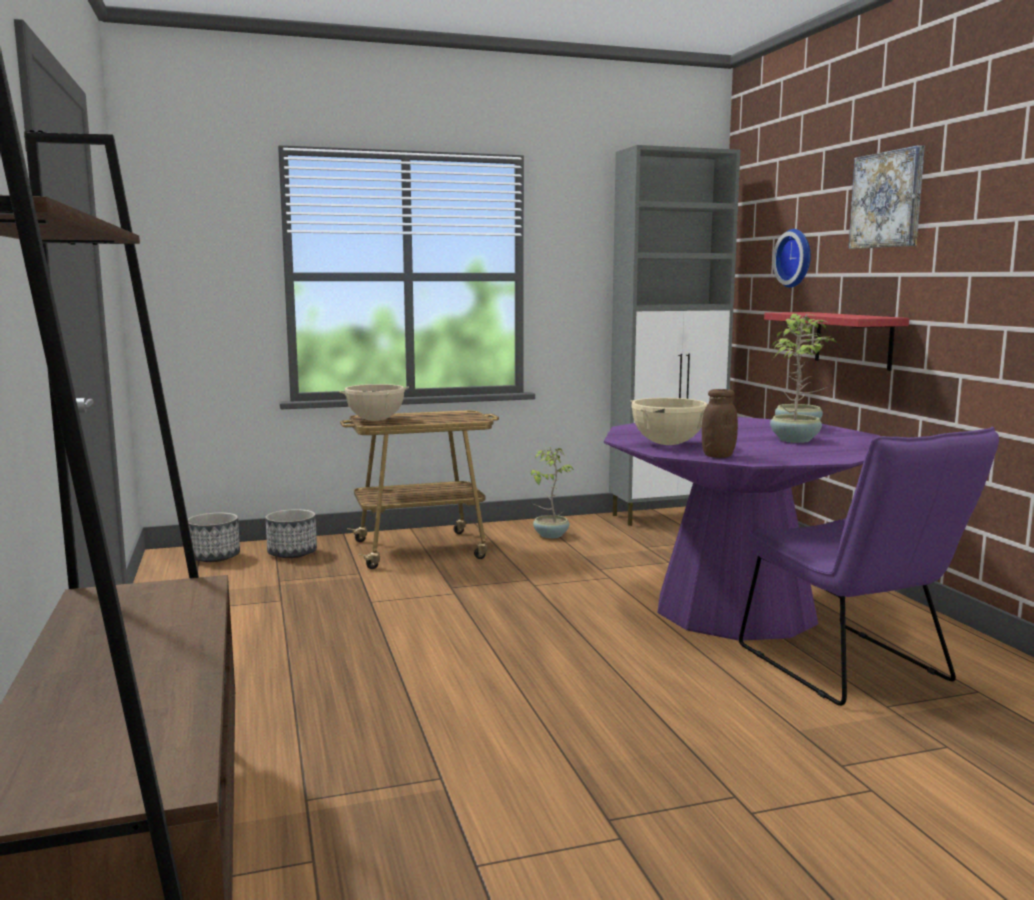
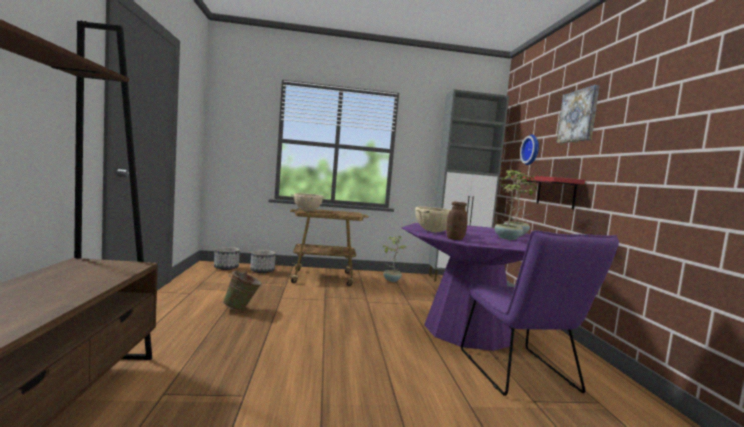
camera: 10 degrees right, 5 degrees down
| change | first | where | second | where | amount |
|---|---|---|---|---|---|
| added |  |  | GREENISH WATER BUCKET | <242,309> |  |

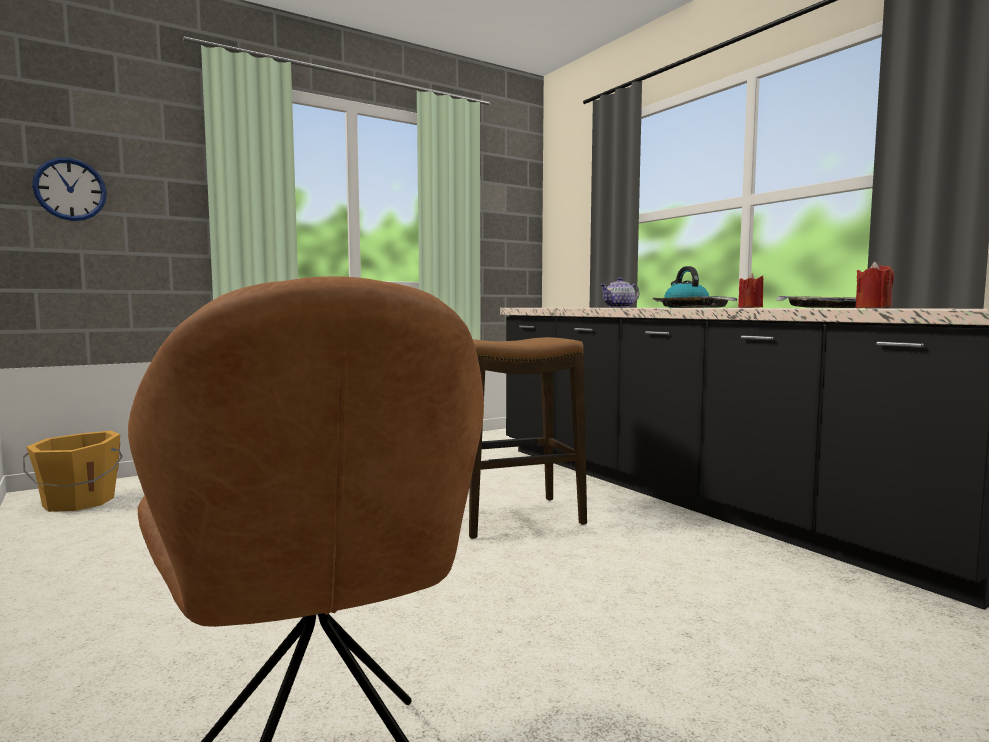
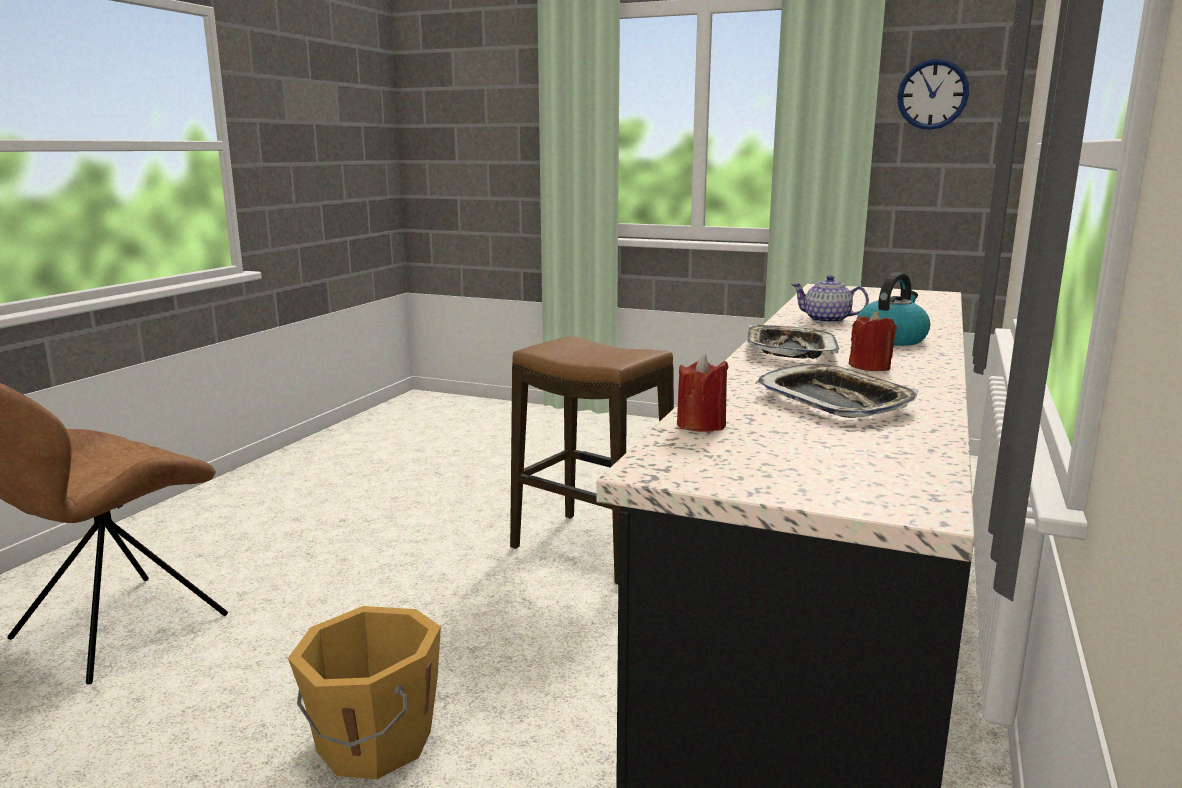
camera: 55 degrees right, 10 degrees up
| change | first | where | second | where | amount |
|---|---|---|---|---|---|
| moved | HANGING CLOCK | <70,189> |  | <932,94> |  |
| moved | ORANGE WATER BUCKET | <78,502> |  | <372,742> |  |

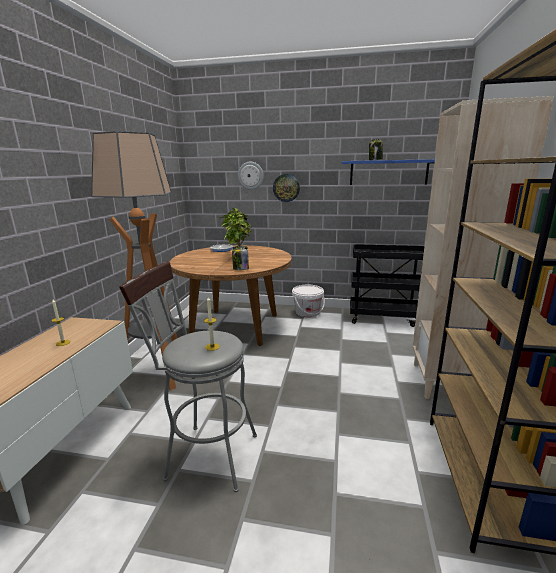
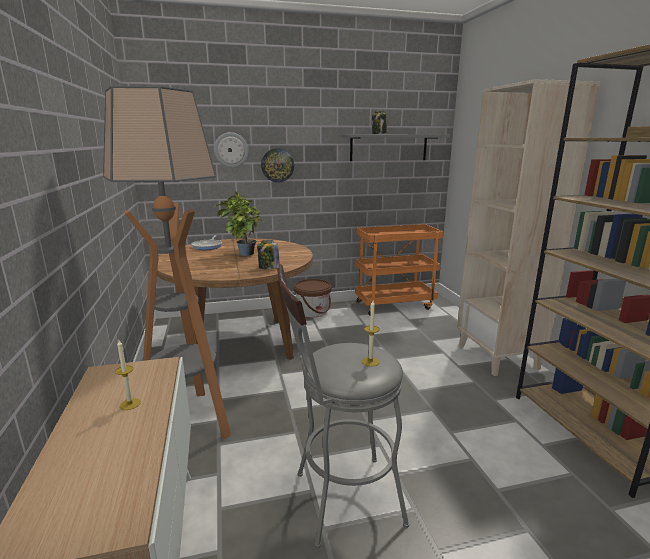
camera: 25 degrees left, 0 degrees up
| change | first | where | second | where | amount |
|---|---|---|---|---|---|
| recoloured | BLUE WALL SHELF | <388,172> | GRAY WALL SHELF | <388,147> |  |
| recoloured | BLACK-COLOURED WHEELED CART | <384,318> | ORANGE WHEELED CART | <394,305> |  |
| recoloured | WHITISH WATER BUCKET | <307,312> | BROWNISH WATER BUCKET | <312,312> |  |

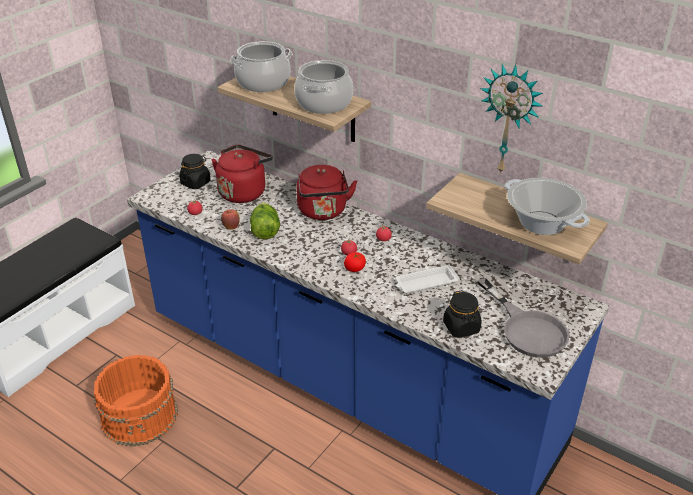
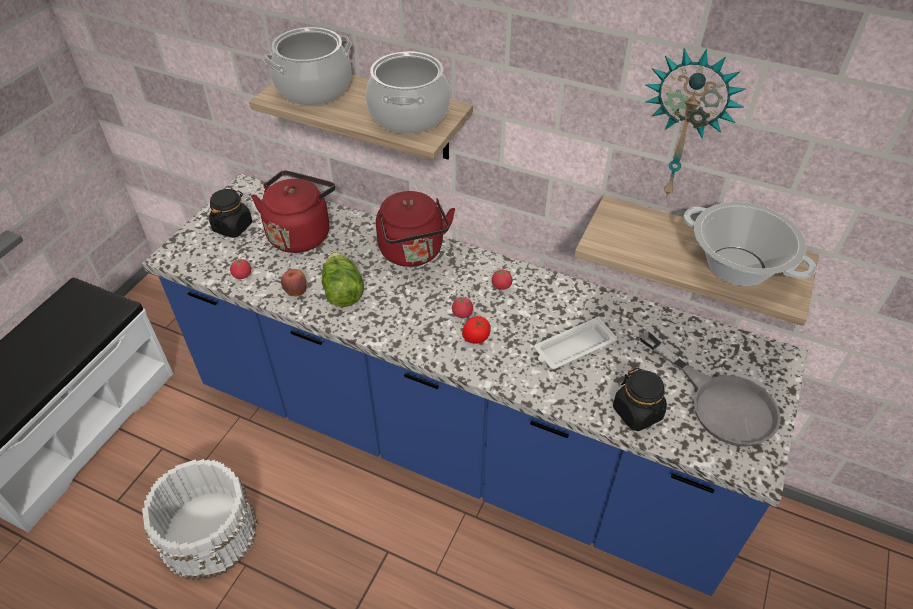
camera: 10 degrees left, 10 degrees up
| change | first | where | second | where | amount |
|---|---|---|---|---|---|
| recoloured | ORANGE WATER BUCKET | <140,415> | WHITISH WATER BUCKET | <209,532> |  |

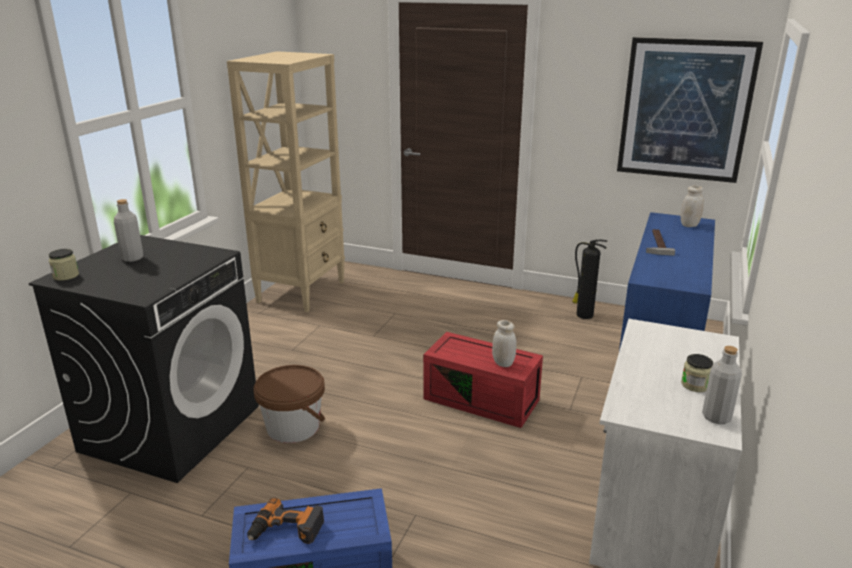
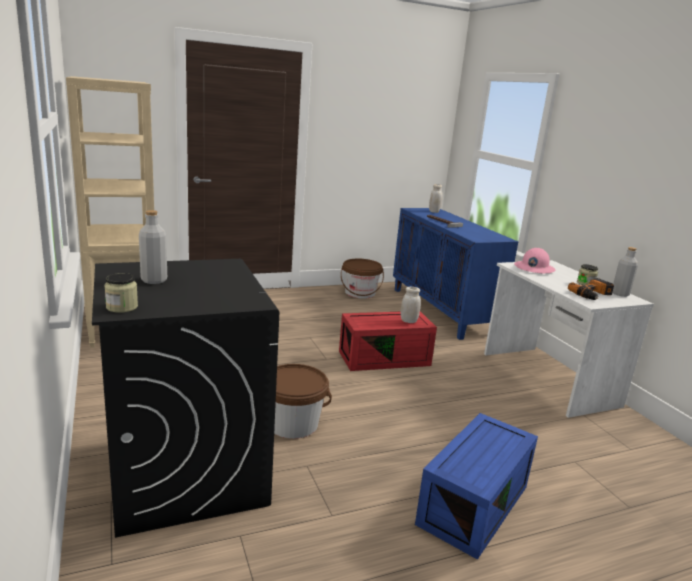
camera: 45 degrees left, 5 degrees down
| change | first | where | second | where | amount |
|---|---|---|---|---|---|
| removed | WALL ART | <685,110> |  |  |  |
| replaced | FIRE-FIGHTING CYLINDER | <583,315> | BROWNISH WATER BUCKET | <360,293> |  |
| moved | POWER DRILL | <286,530> |  | <593,295> |  |
| added |  |  | PINKISH WORK HELMET | <533,268> |  |

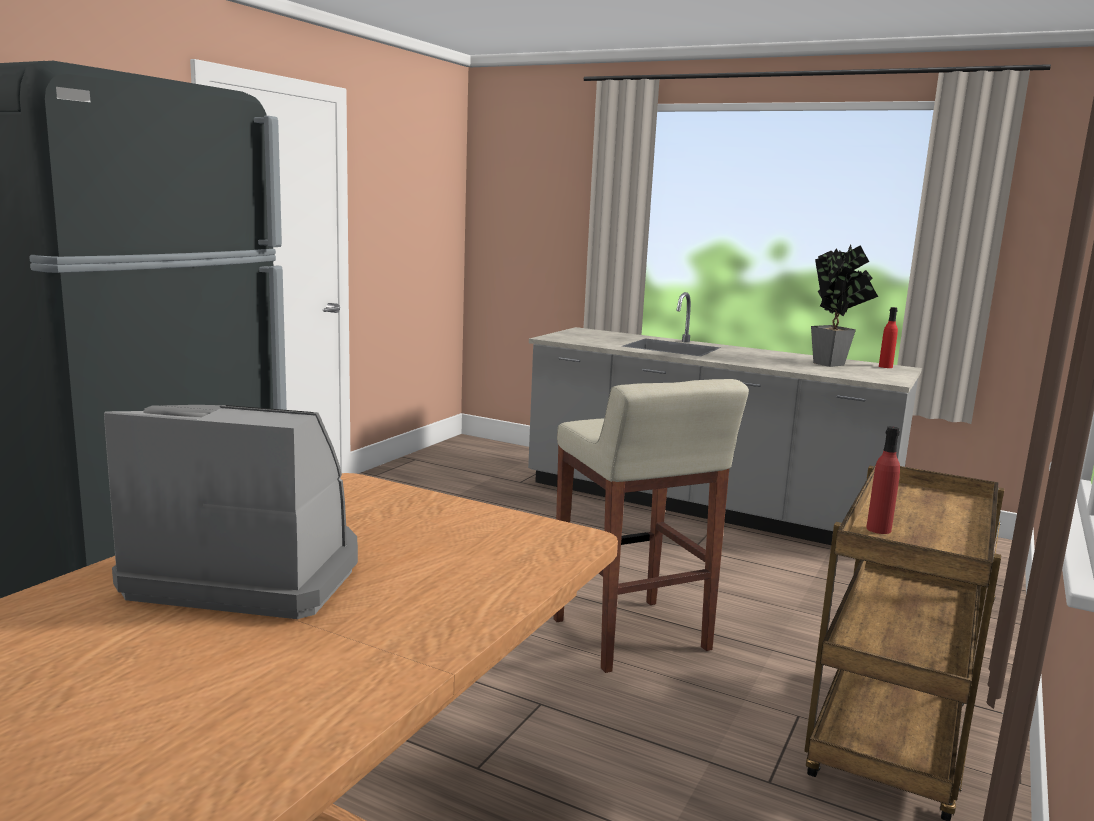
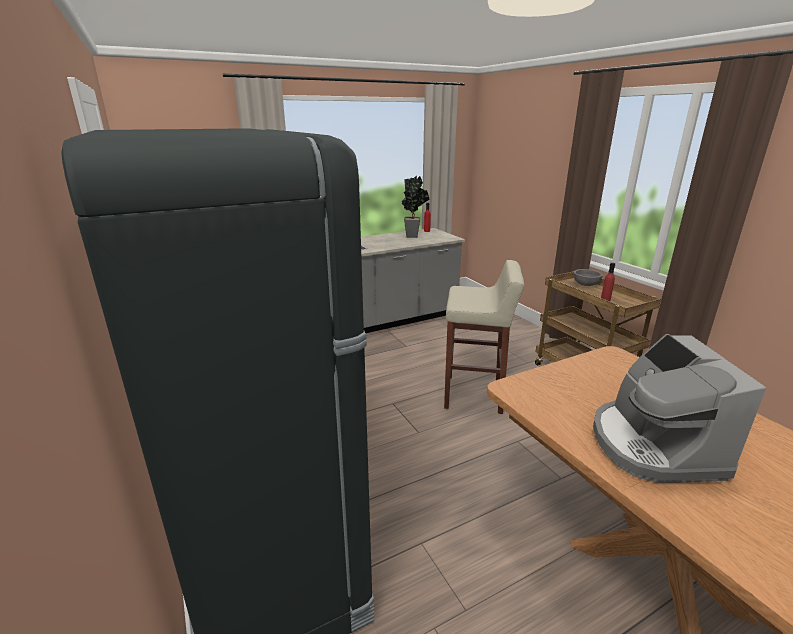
camera: 55 degrees left, 10 degrees up
| change | first | where | second | where | amount |
|---|---|---|---|---|---|
| turned | COFFEE MAKER | <249,573> |  | <653,445> | 45 degrees counterclockwise |
| added |  |  | GRAY BOWL | <585,284> |  |

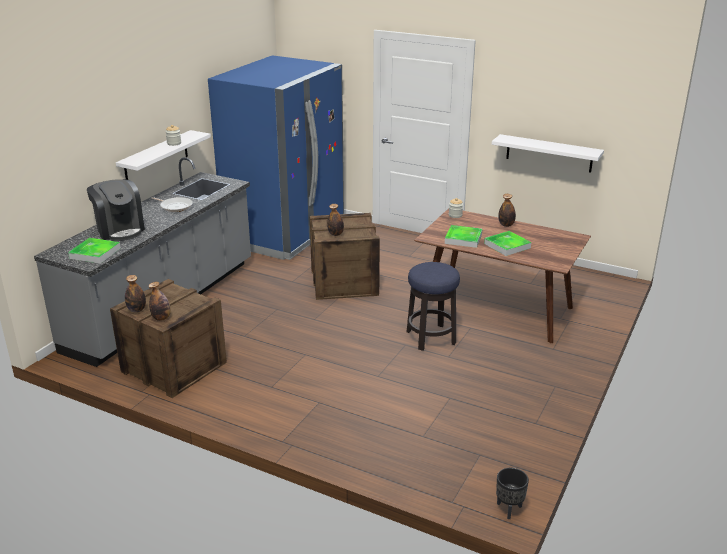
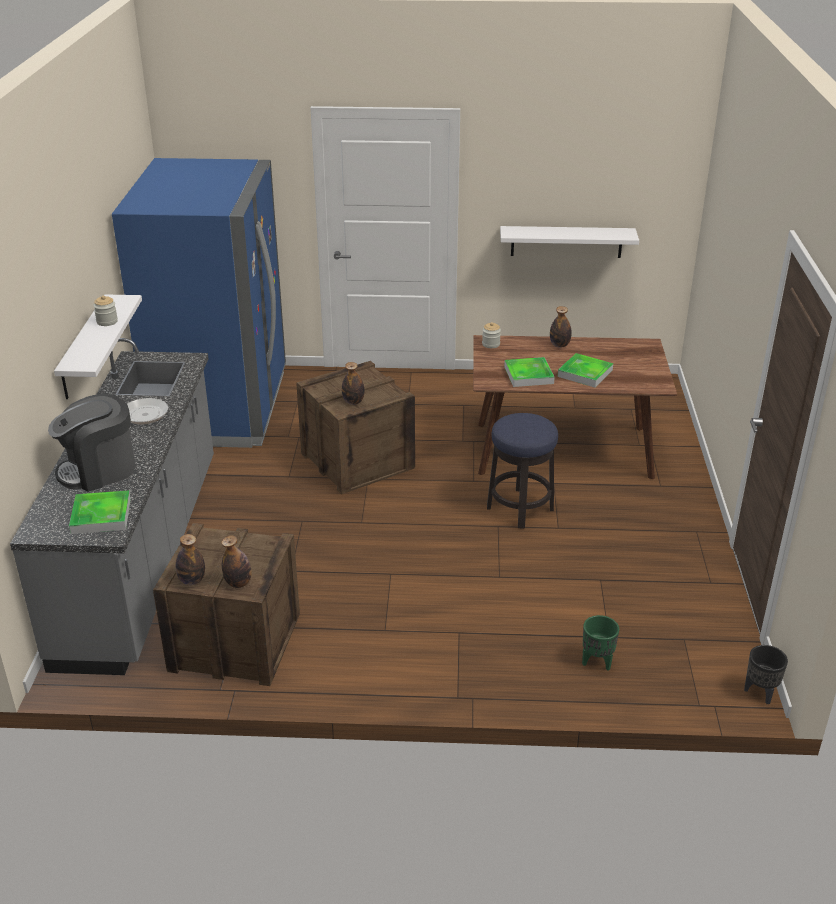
camera: 25 degrees left, 5 degrees up
| change | first | where | second | where | amount |
|---|---|---|---|---|---|
| turned | COFFEE MAKER | <120,230> |  | <99,470> | 120 degrees clockwise |
| added |  |  | GREENISH PLANT POT | <597,662> |  |

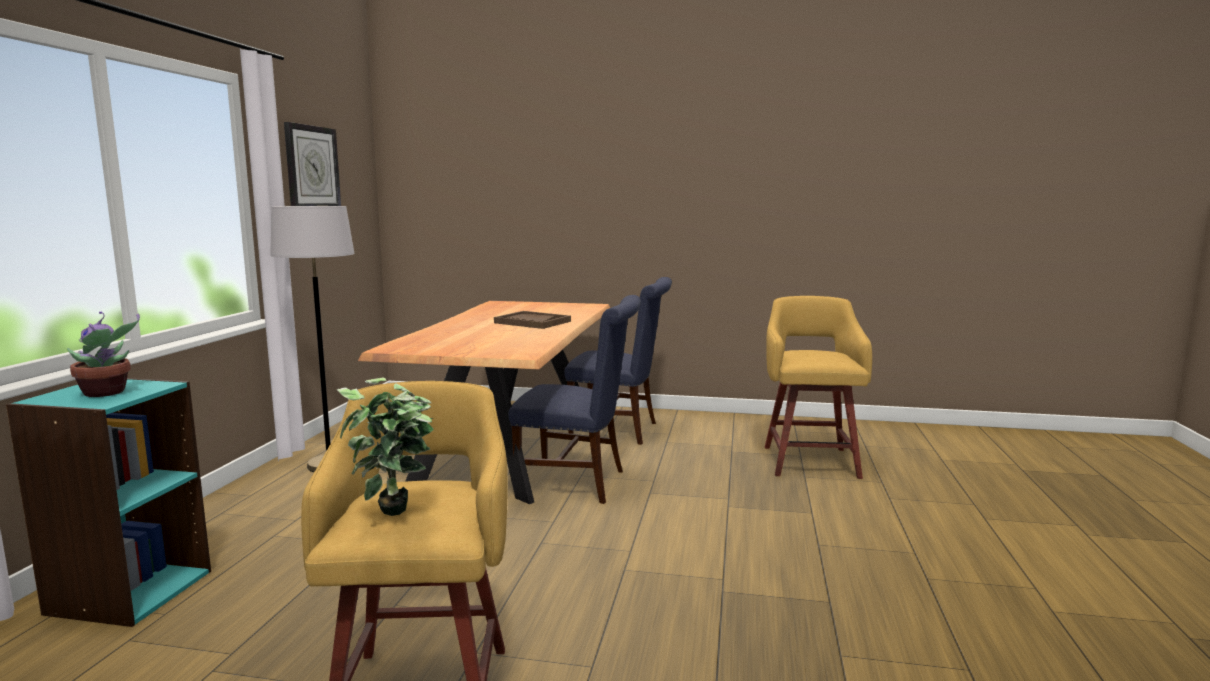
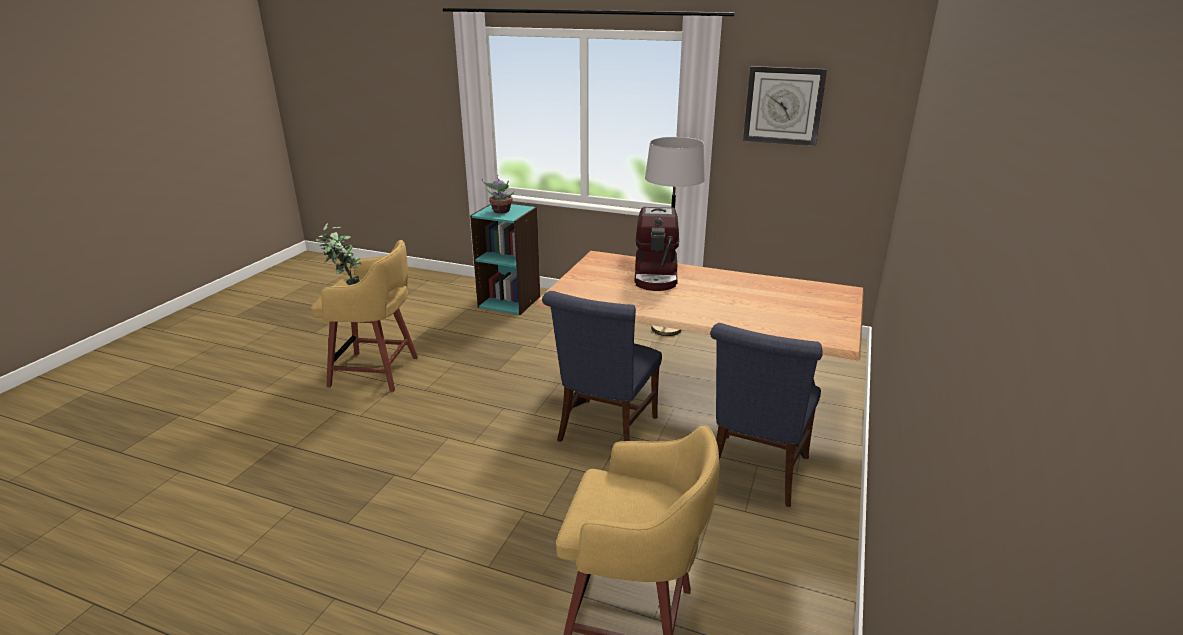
camera: 100 degrees right, 15 degrees up
| change | first | where | second | where | amount |
|---|---|---|---|---|---|
| removed | BROWNISH TRAY | <532,322> |  |  |  |
| added |  |  | COFFEE MAKER | <656,276> |  |

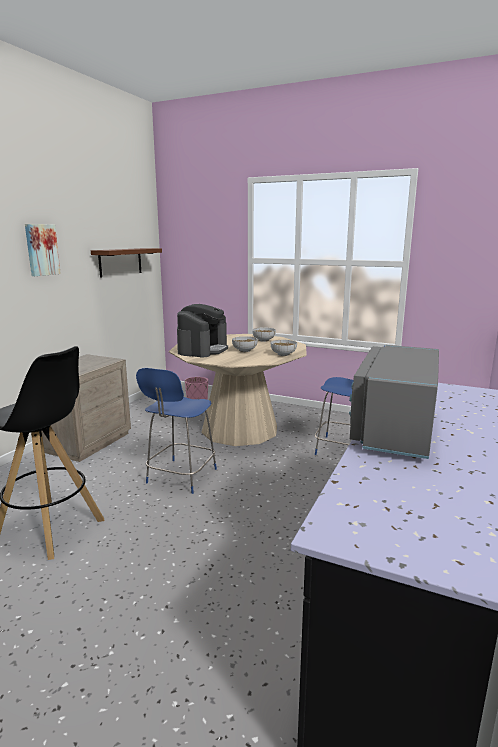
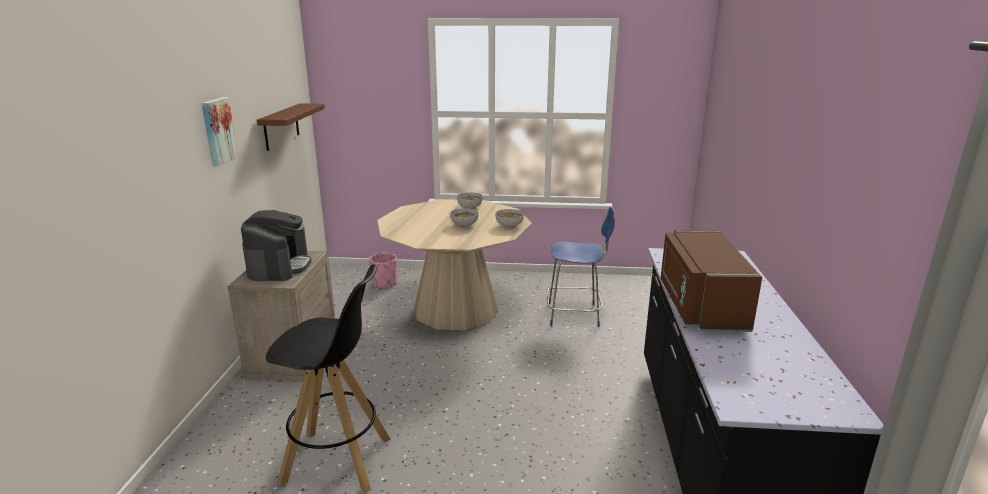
camera: 20 degrees left, 5 degrees up
| change | first | where | second | where | amount |
|---|---|---|---|---|---|
| moved | COFFEE MAKER | <203,350> |  | <279,266> |  |
| recoloured | GRAY MICROWAVE | <392,428> | BROWNISH MICROWAVE | <699,306> |  |
| removed | BLUE PLAIN CHAIR | <180,477> |  |  |  |

